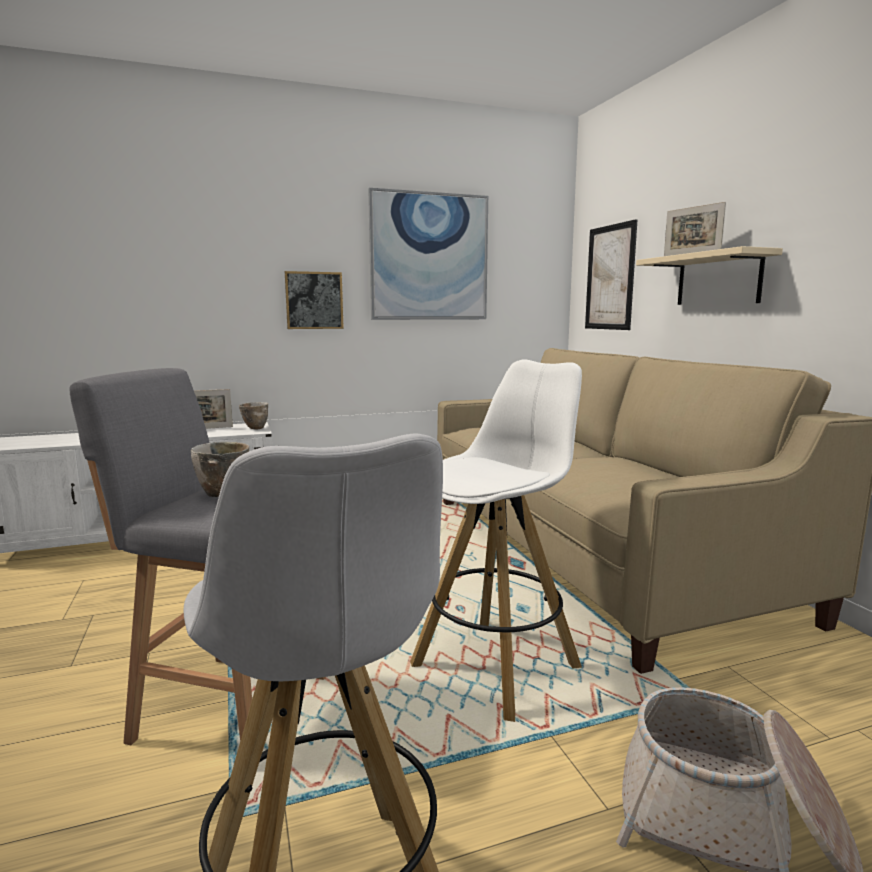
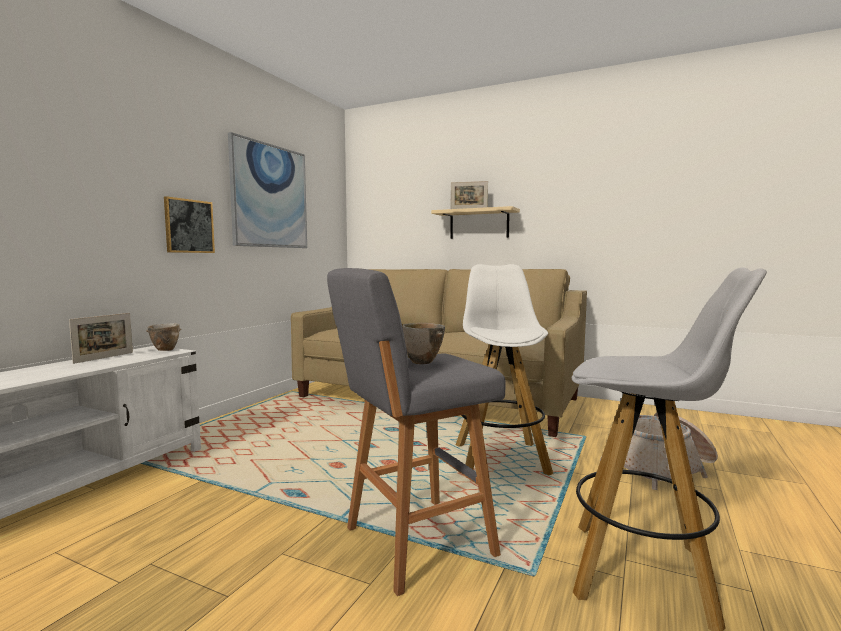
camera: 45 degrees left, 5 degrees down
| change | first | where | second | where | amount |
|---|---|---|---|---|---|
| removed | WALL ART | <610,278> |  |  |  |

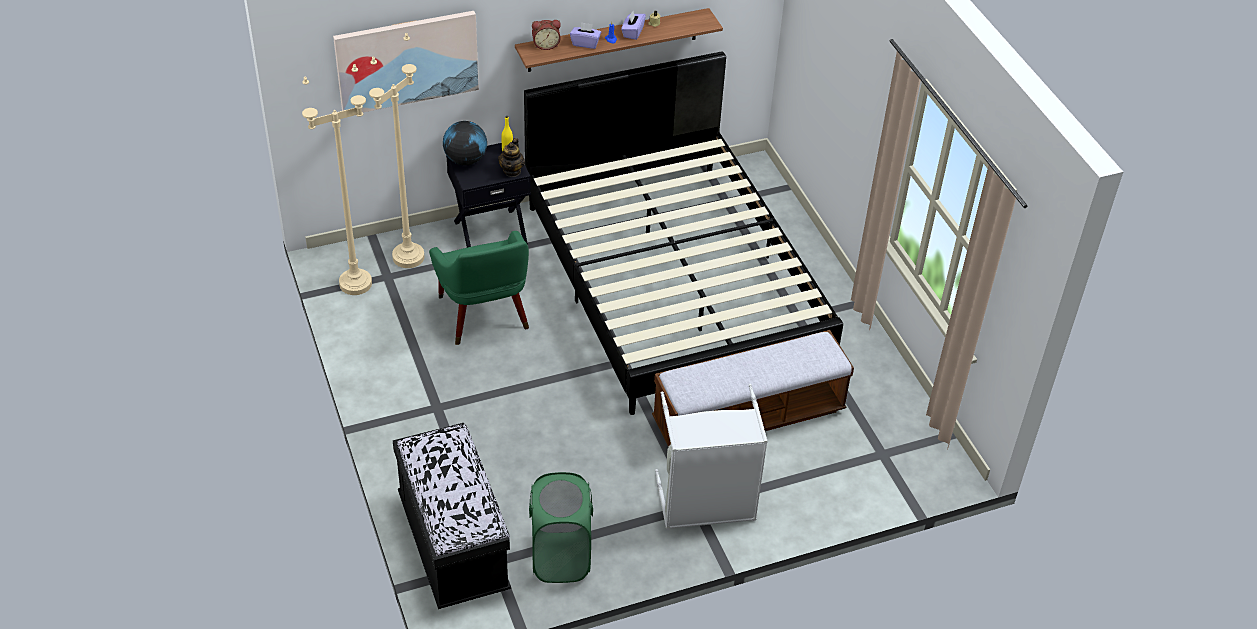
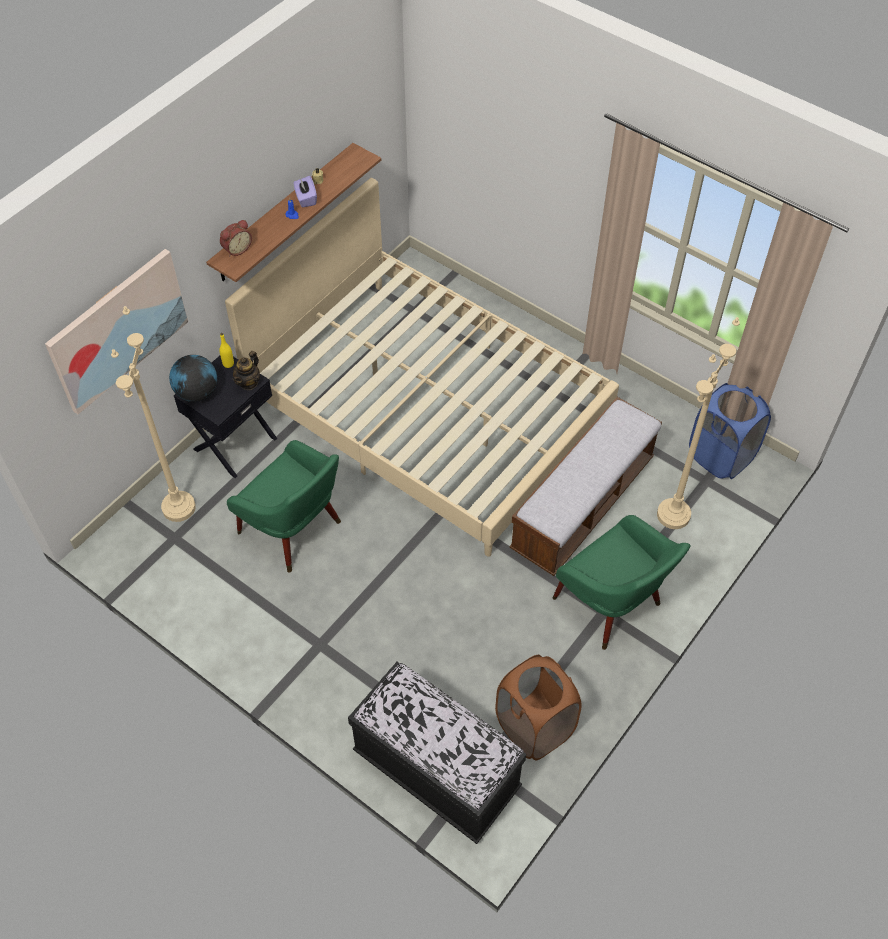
camera: 30 degrees left, 10 degrees up
| change | first | where | second | where | amount |
|---|---|---|---|---|---|
| removed | PURPLE BOX OF TISSUES | <585,43> |  |  |  |
| recoloured | BLACK-COLOURED SLEEPING BED | <674,280> | BEIGE-COLOURED SLEEPING BED | <428,408> |  |
| moved | BEIGE-COLOURED FLOOR LAMP | <356,283> |  | <673,514> |  |
| turned | POT FOR TEA | <512,171> |  | <248,382> | 45 degrees clockwise |
| replaced | GRAY WASHING BASKET | <706,505> | GREENISH LOUNGE CHAIR | <611,606> |  |
| recoloured | GREENISH WASHING BASKET | <560,558> | BROWNISH WASHING BASKET | <534,727> |  |
| added |  |  | BLUE WASHING BASKET | <721,456> |  |

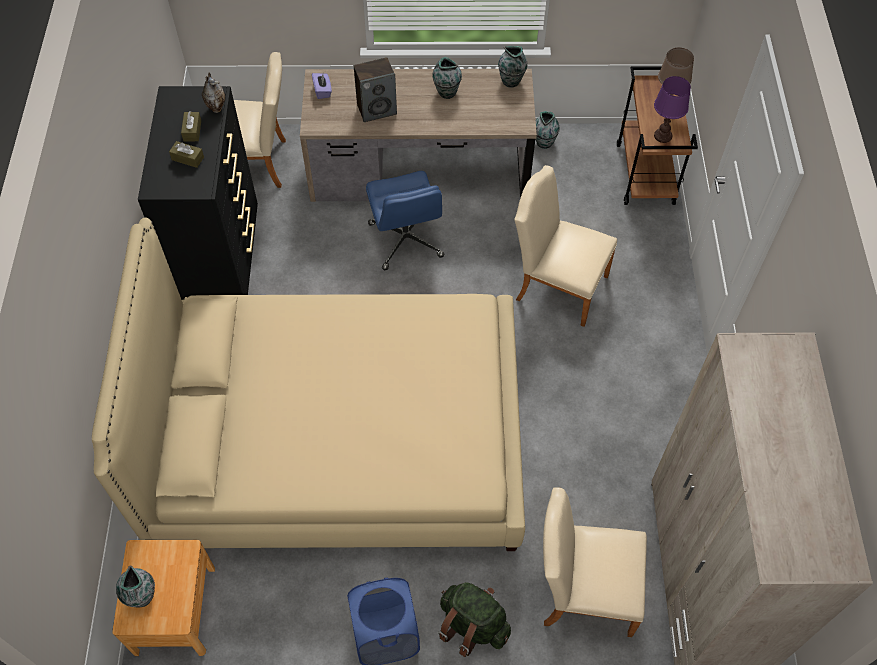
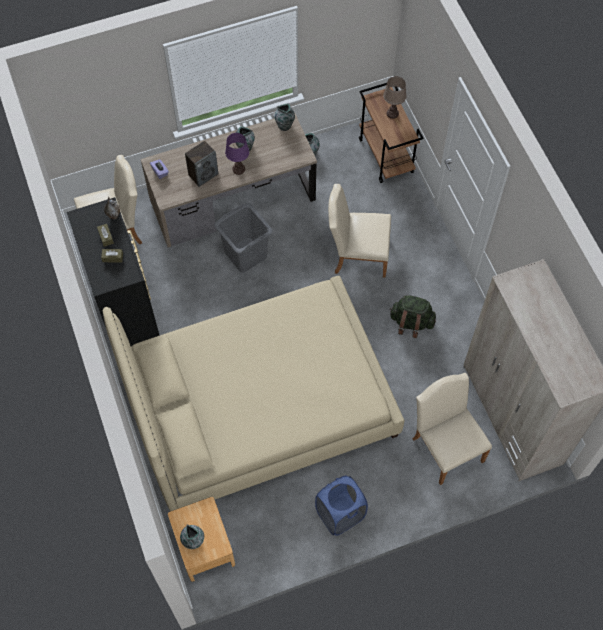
camera: 20 degrees left, 5 degrees up
| change | first | where | second | where | amount |
|---|---|---|---|---|---|
| moved | PURPLE TABLETOP LAMP | <663,136> |  | <238,169> |  |
| replaced | BLUE DESK CHAIR | <406,241> | GRAY WASHING BASKET | <245,255> |  |
| turned | BEIGE-COLOURED PLAIN CHAIR | <581,590> |  | <445,445> | 75 degrees clockwise |
| moved | GREENISH KNAPSACK | <472,624> |  | <411,322> |  |

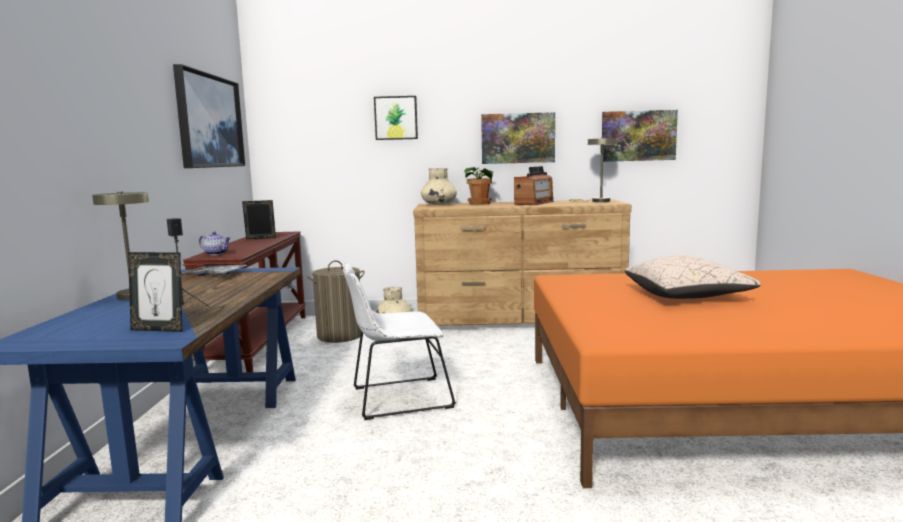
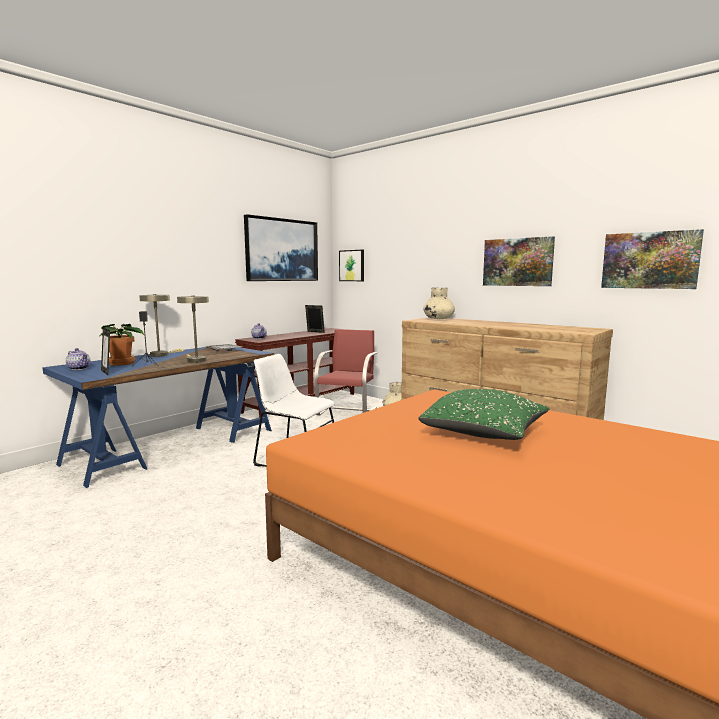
camera: 40 degrees right, 0 degrees up
| change | first | where | second | where | amount |
|---|---|---|---|---|---|
| moved | WALL ART | <396,118> |  | <352,265> |  |
| moved | BEIGE-COLOURED TABLETOP LAMP | <597,201> |  | <195,360> |  |
| removed | RADIO RECEIVER | <534,203> |  |  |  |
| moved | POTTED PLANT | <480,203> |  | <122,363> |  |
| recoloured | BEIGE-COLOURED PILLOW | <687,296> | GREENISH PILLOW | <484,433> |  |
| replaced | WASHING BASKET | <340,335> | RED-COLOURED PLAIN CHAIR | <348,411> |  |
| added |  |  | POT FOR TEA | <79,368> |  |

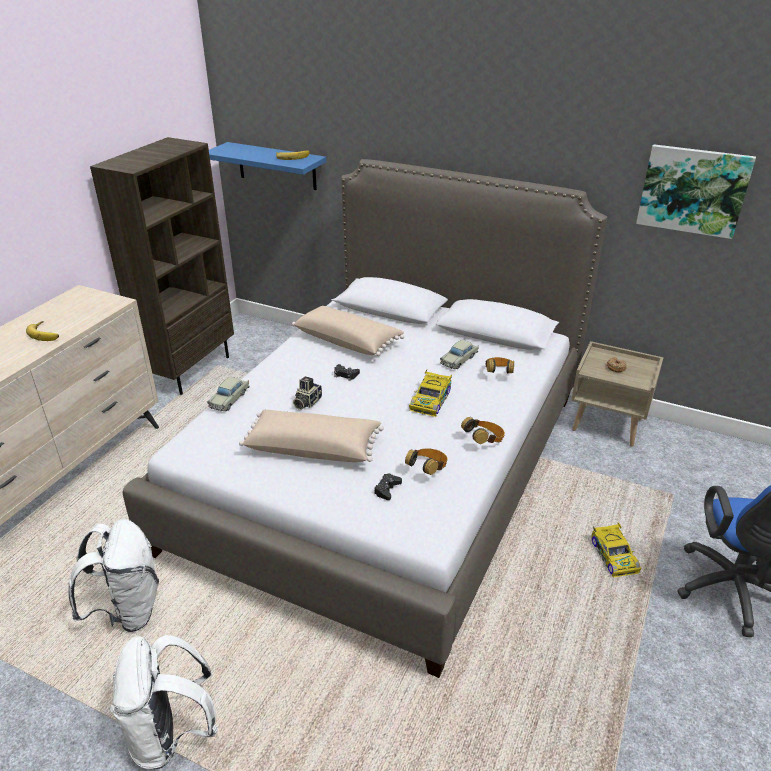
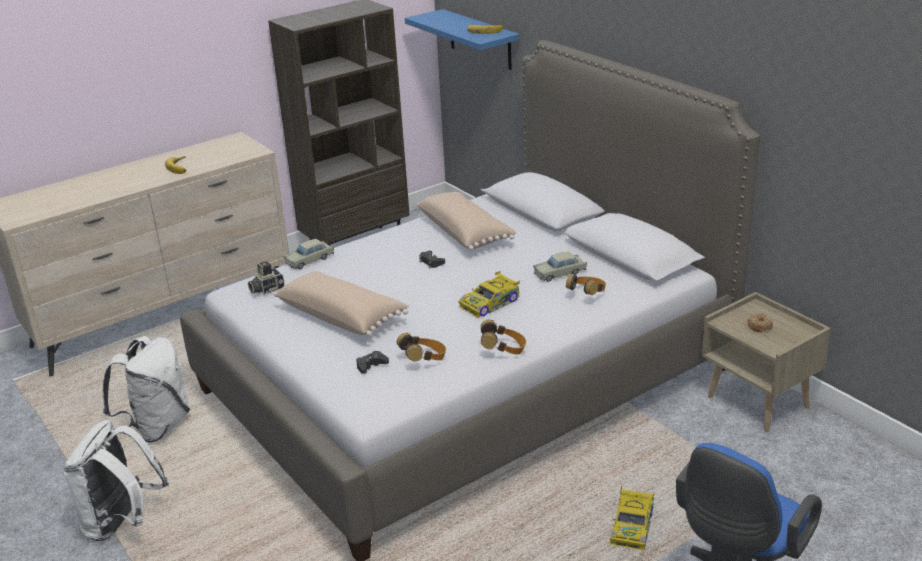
camera: 30 degrees right, 5 degrees down
| change | first | where | second | where | amount |
|---|---|---|---|---|---|
| removed | WALL ART | <693,190> |  |  |  |
| moved | STILL CAMERA | <306,402> |  | <266,289> |  |

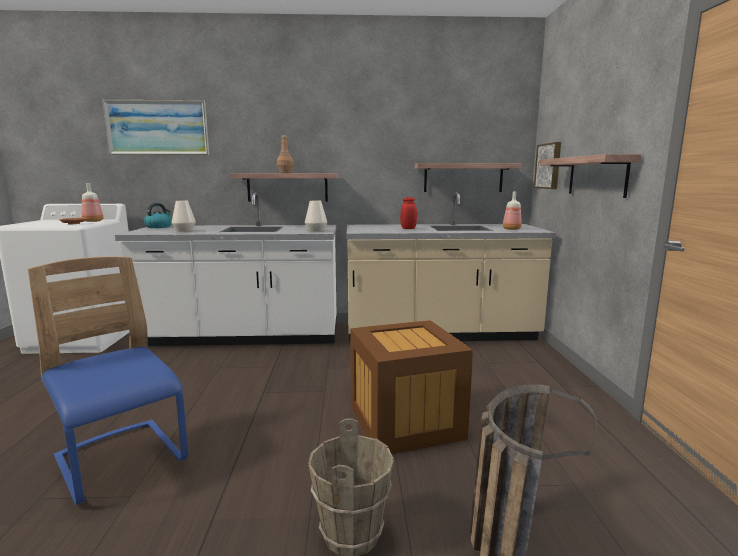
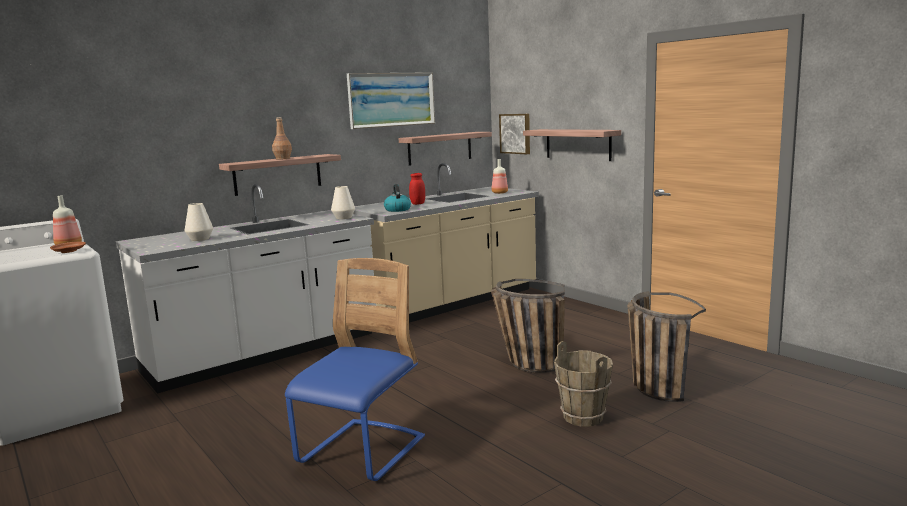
camera: 35 degrees left, 0 degrees up
| change | first | where | second | where | amount |
|---|---|---|---|---|---|
| moved | WALL ART | <157,128> |  | <391,99> |  |
| moved | WATER KETTLE | <159,227> |  | <397,209> |  |
| turned | BLUE PLAIN CHAIR | <121,461> |  | <362,452> | 105 degrees clockwise |
| replaced | PACKING CRATE | <405,423> | STORAGE BASKET | <524,363> |  |

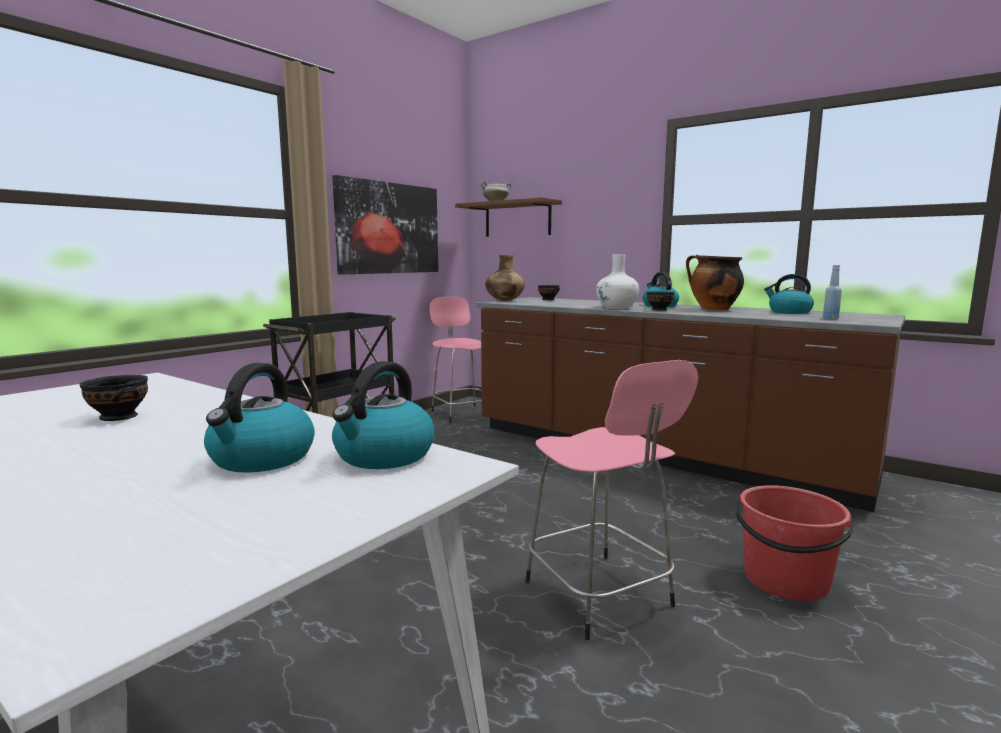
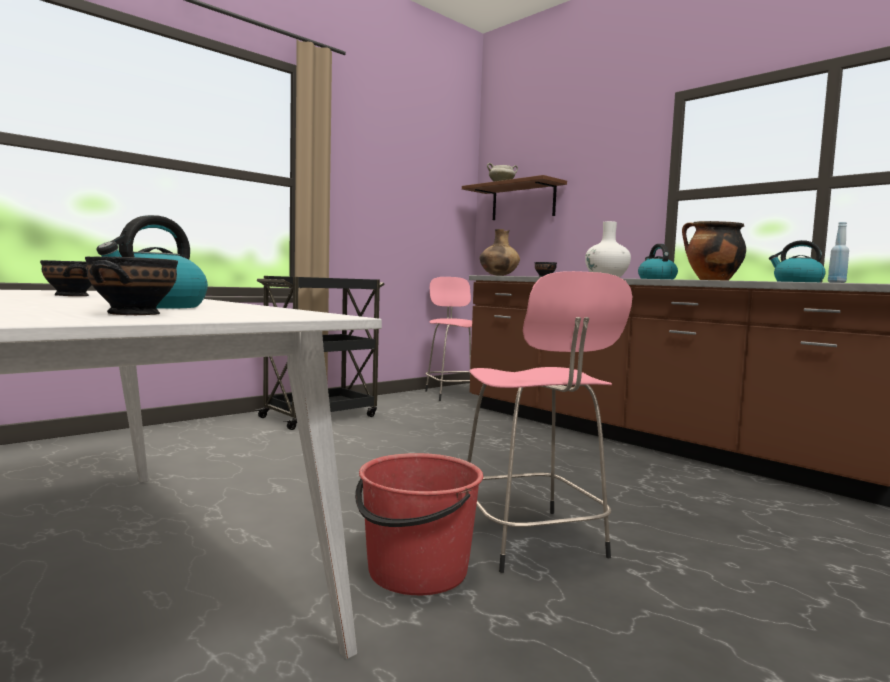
camera: 10 degrees right, 5 degrees down
| change | first | where | second | where | amount |
|---|---|---|---|---|---|
| removed | WALL ART | <388,228> |  |  |  |
| moved | BLACK-COLOURED BOWL | <659,310> |  | <136,313> |  |
| removed | WATER KETTLE | <384,456> |  |  |  |
| moved | RED-COLOURED WATER BUCKET | <785,580> |  | <416,572> |  |

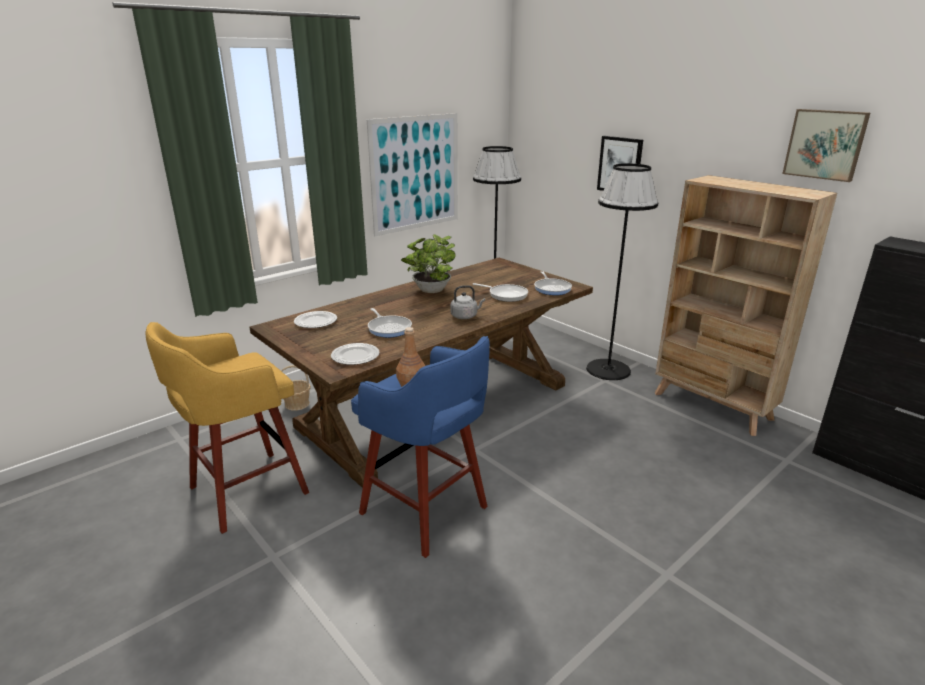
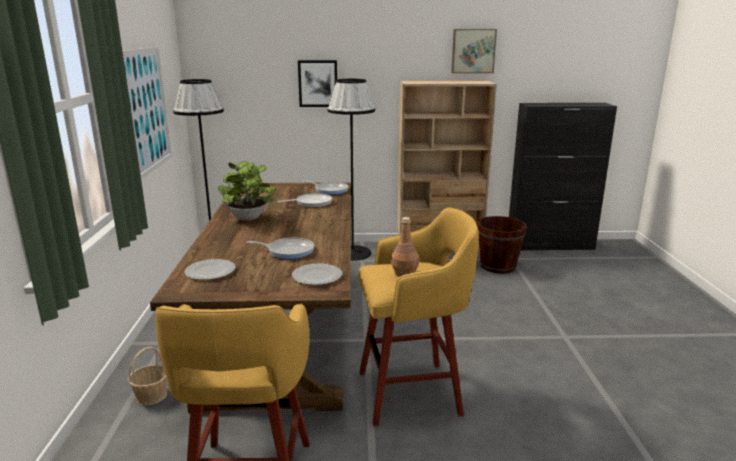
camera: 50 degrees left, 5 degrees down
| change | first | where | second | where | amount |
|---|---|---|---|---|---|
| removed | GRAY WATER KETTLE | <465,316> |  |  |  |
| recoloured | BLUE STOOL SEAT | <426,512> | YELLOW STOOL SEAT | <412,393> |  |
| added |  |  | BROWNISH WATER BUCKET | <498,266> |  |

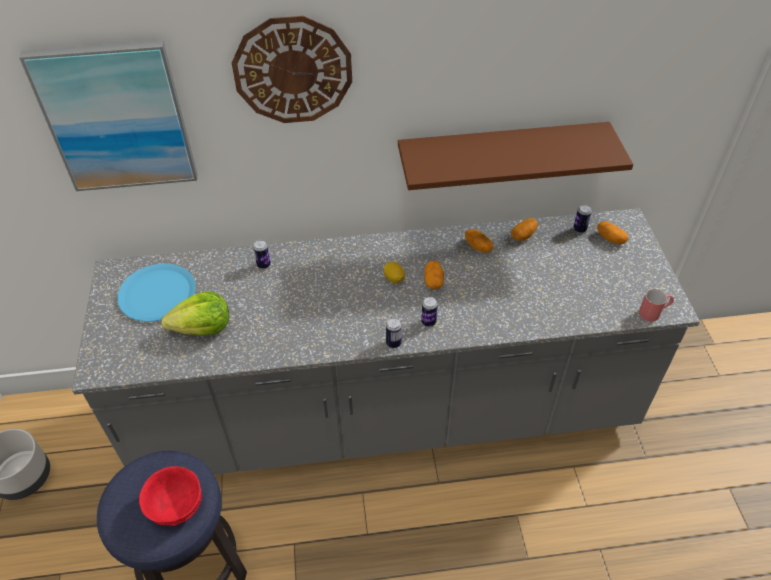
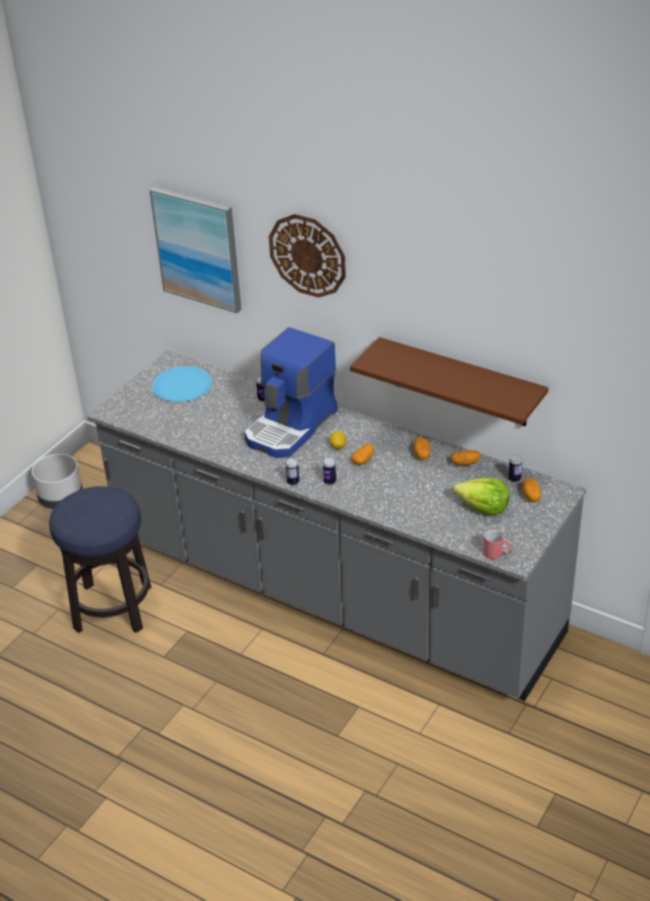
camera: 40 degrees right, 10 degrees down
| change | first | where | second | where | amount |
|---|---|---|---|---|---|
| moved | HEAD OF LETTUCE | <203,328> |  | <483,508> |  |
| removed | RED-COLOURED BOWL | <176,505> |  |  |  |
| added |  |  | COFFEE MAKER | <291,427> |  |

